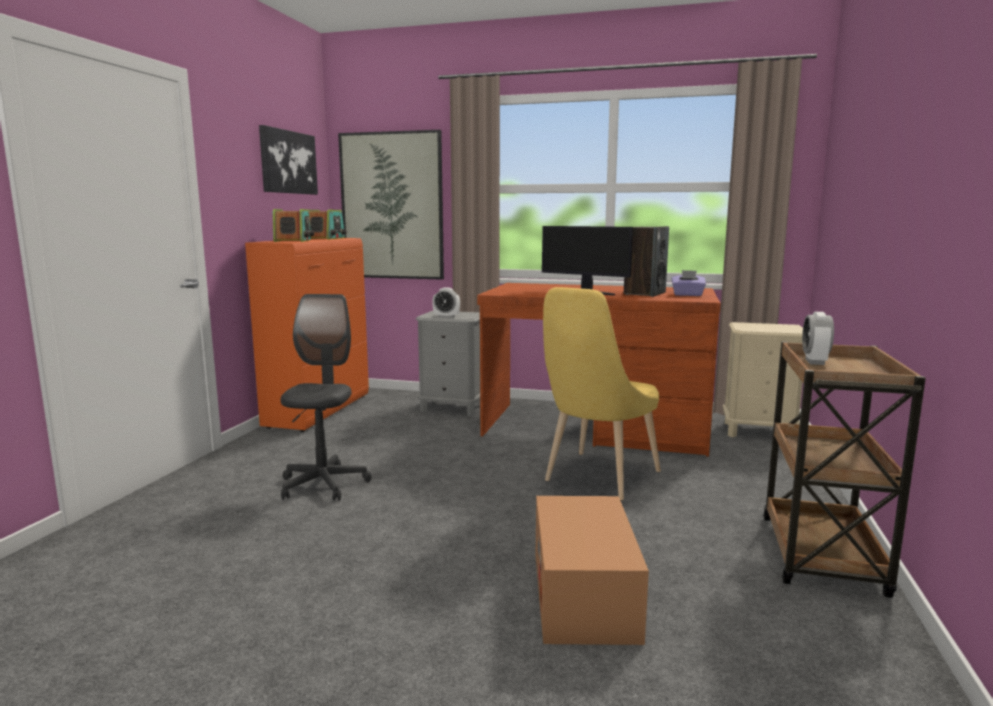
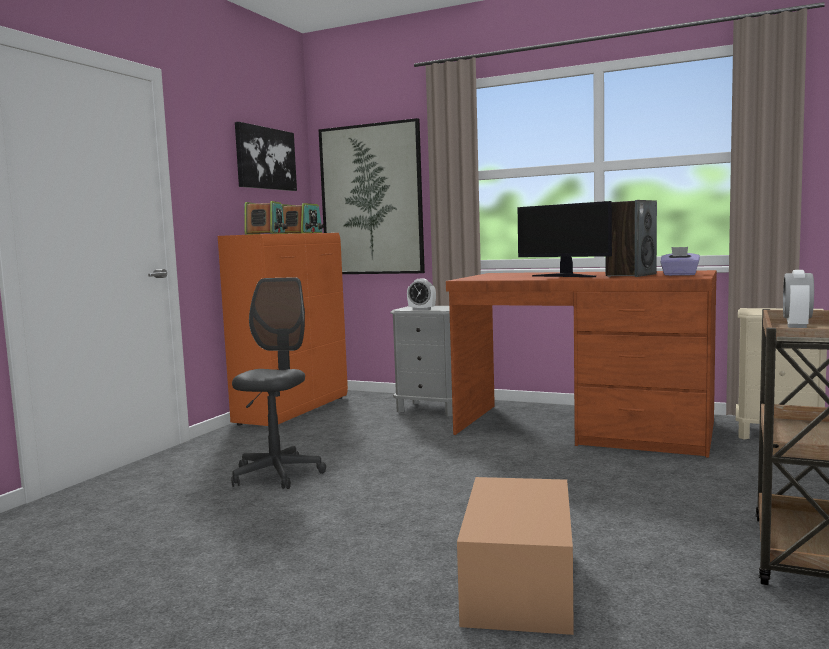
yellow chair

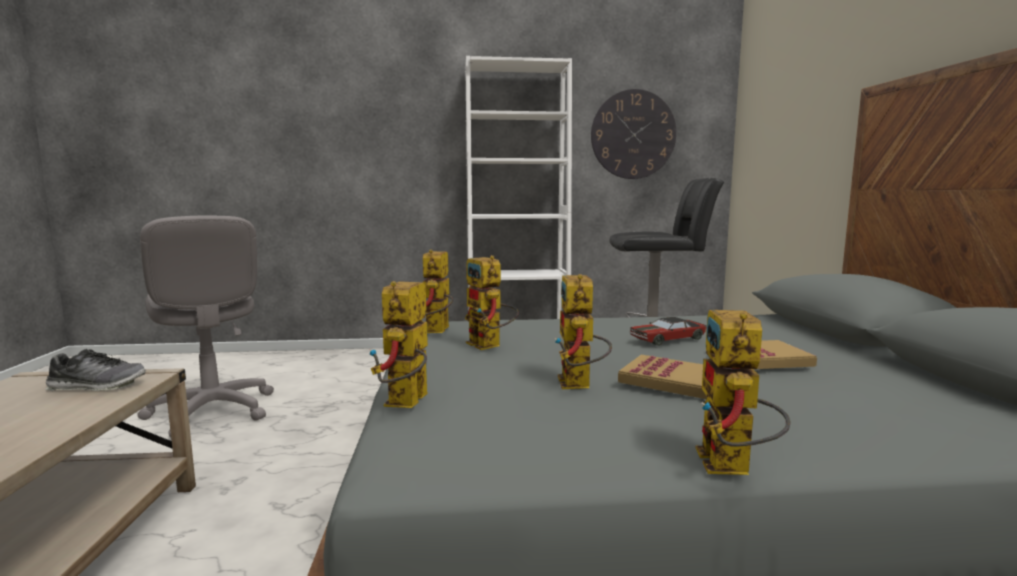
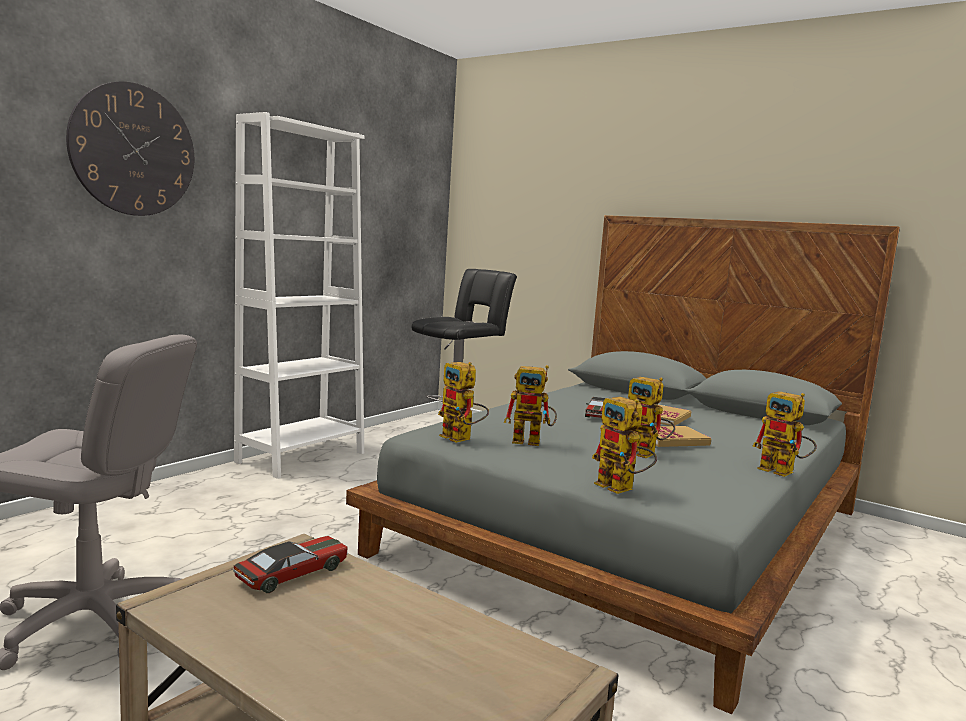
toy car (no. 1 from left)
wall clock

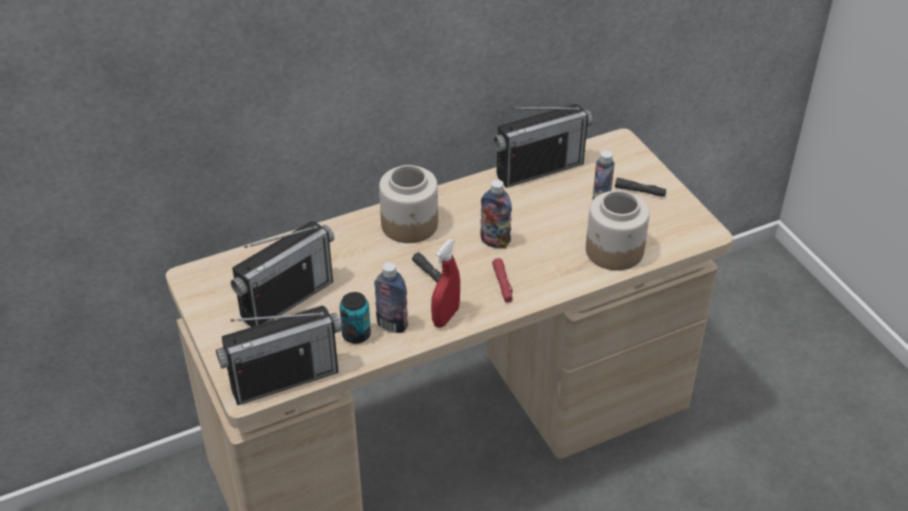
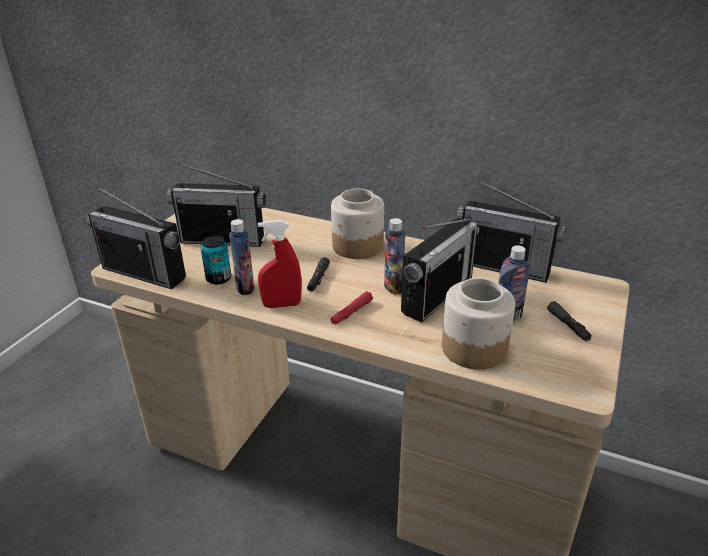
radio (no. 3 from left)

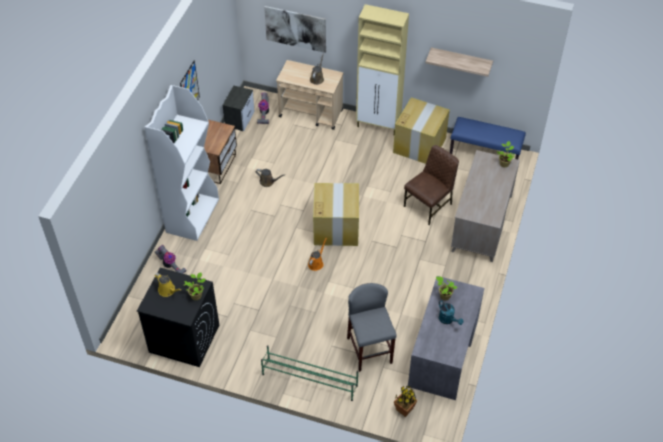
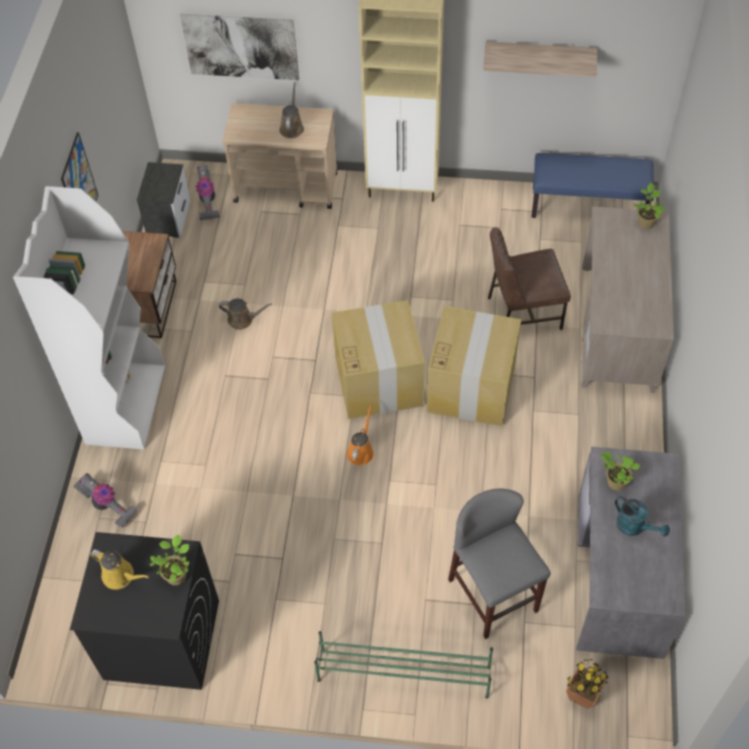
cardboard box (no. 2 from left)
brown chair

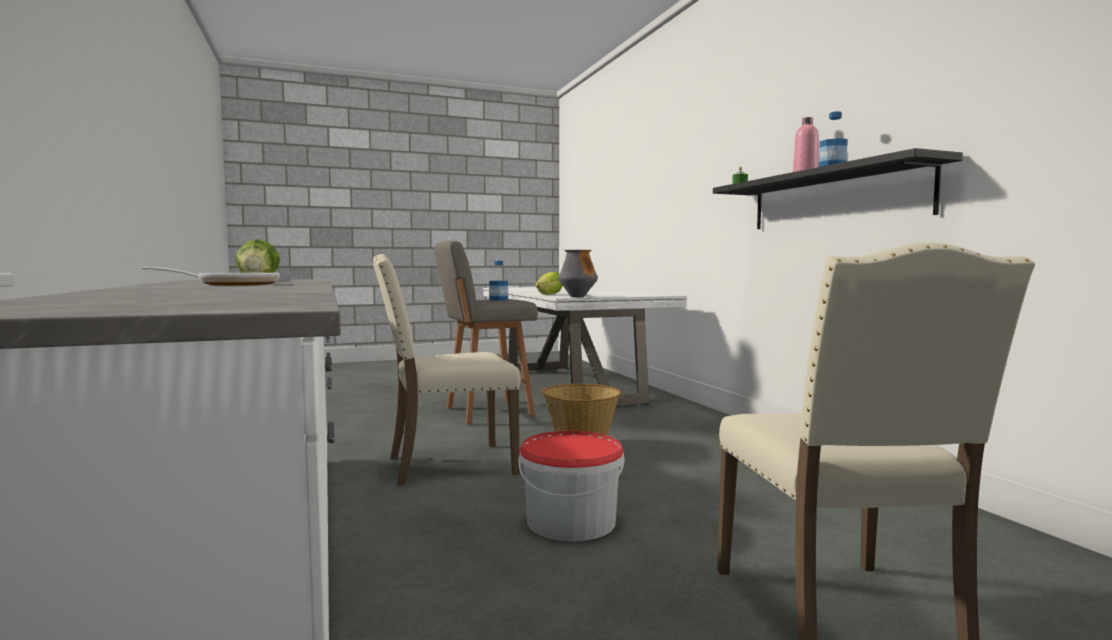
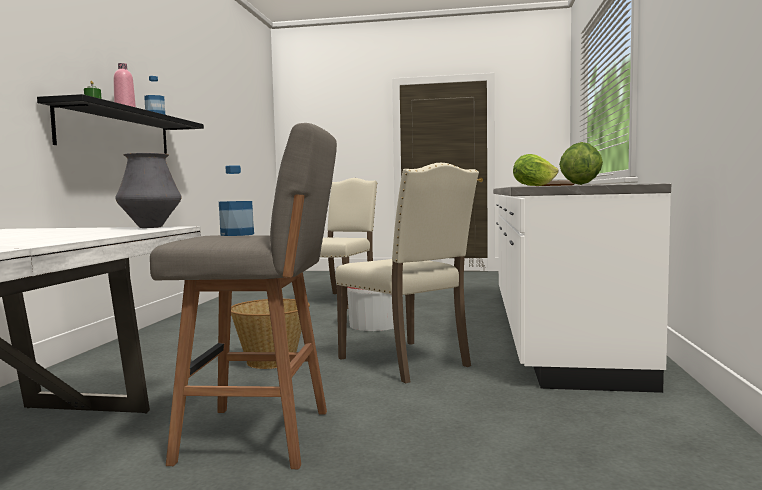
beige chair (no. 2 from left)
lettuce (no. 1 from left)

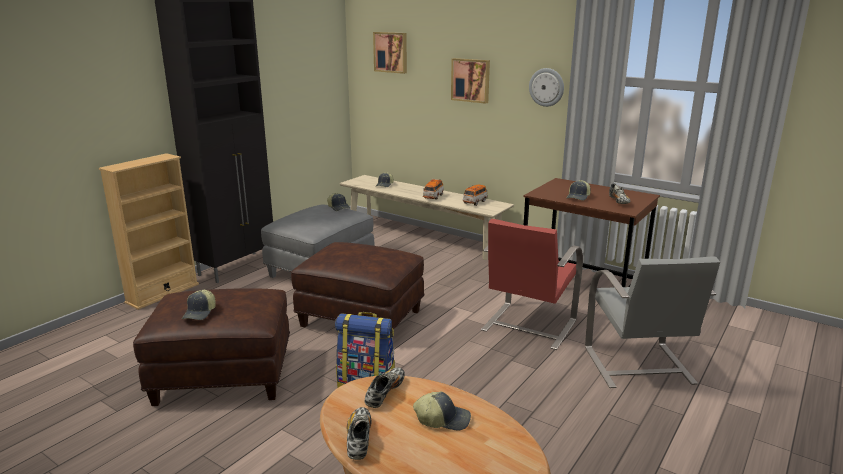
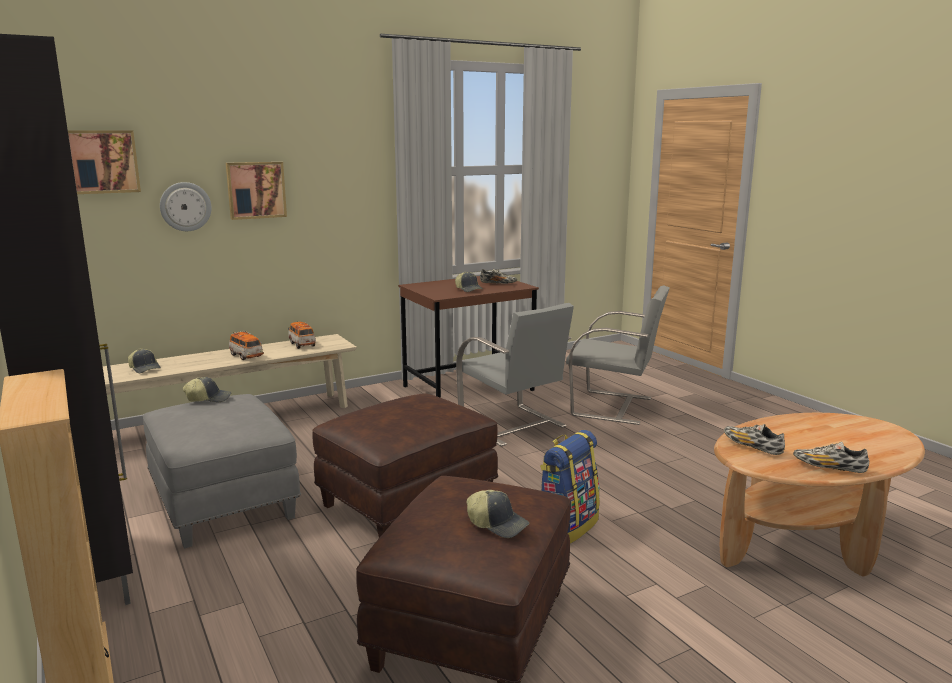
cap (no. 4 from left in the first image)
grey chair (no. 1 from left)
wall clock

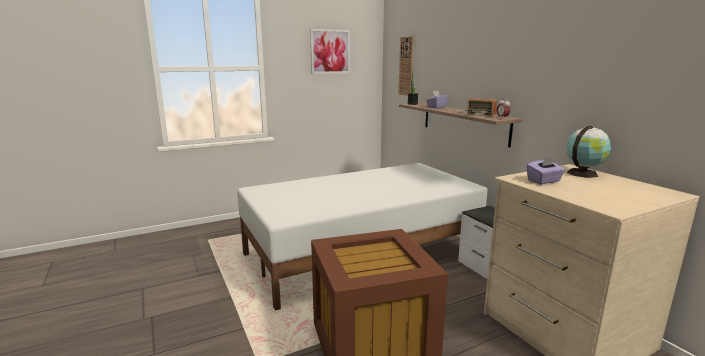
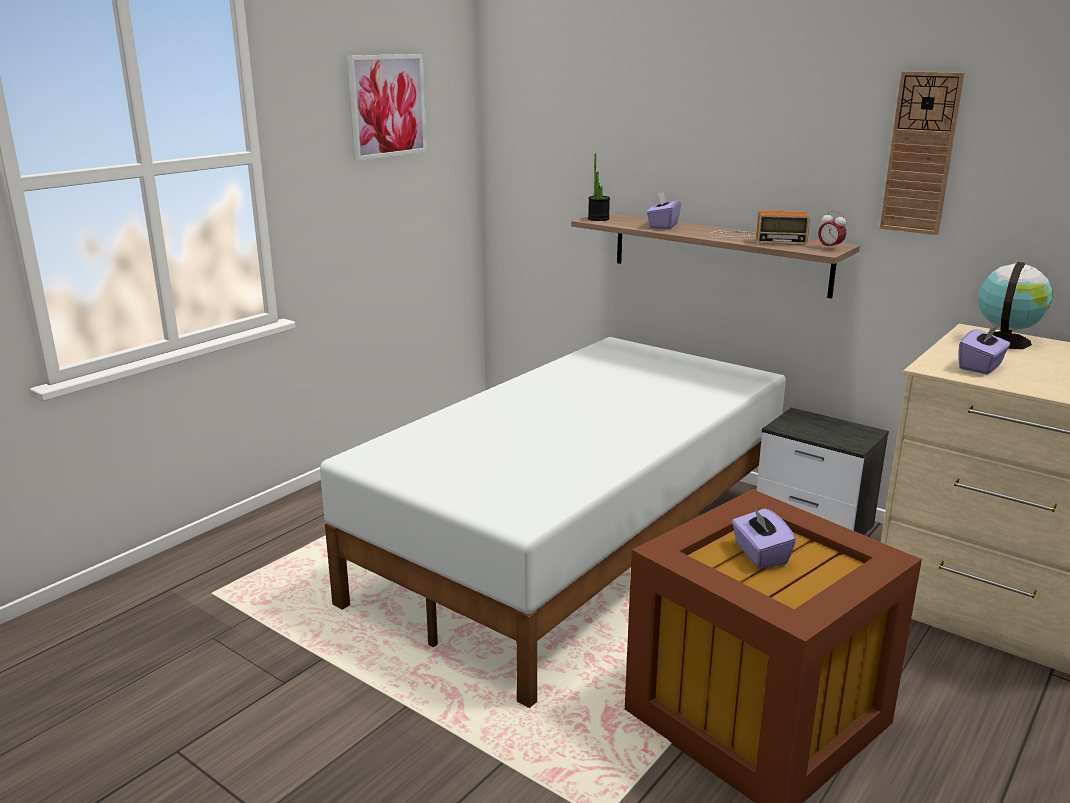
wall clock
purple tissue box (no. 2 from left)

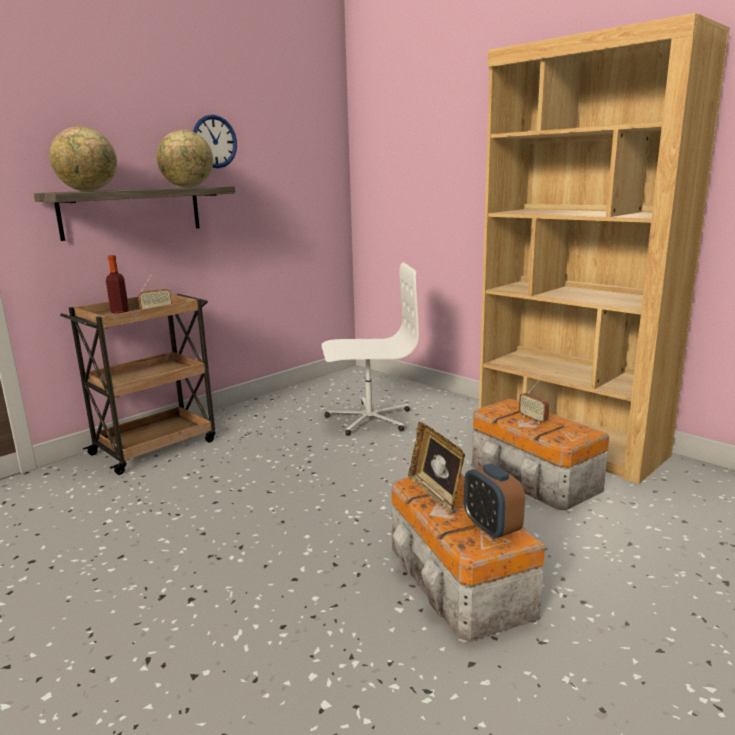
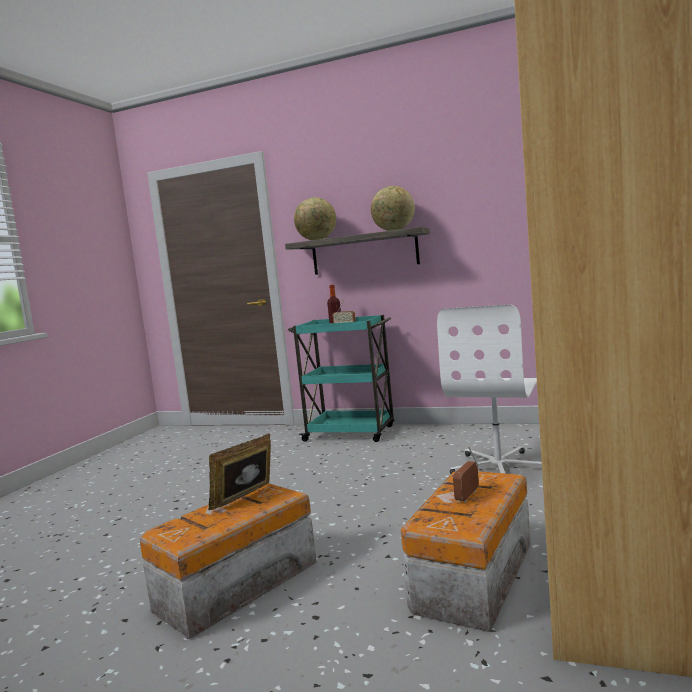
turquoise cart
wall clock
white office chair
alarm clock

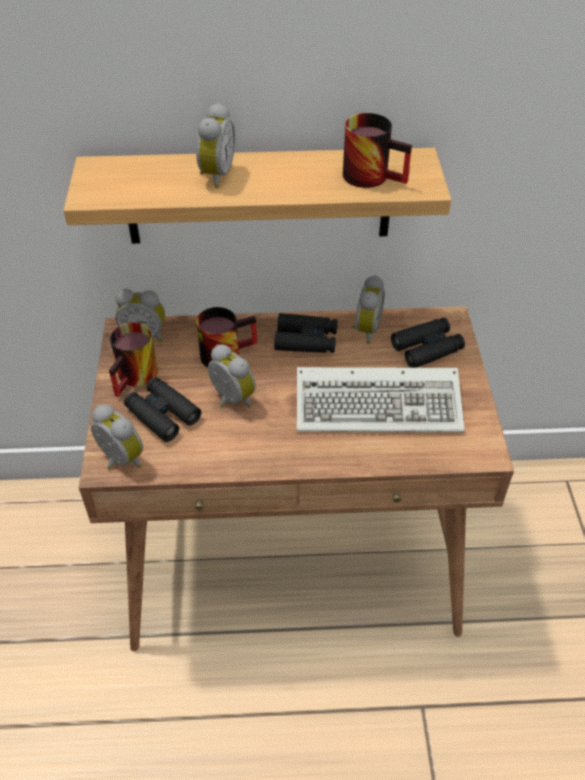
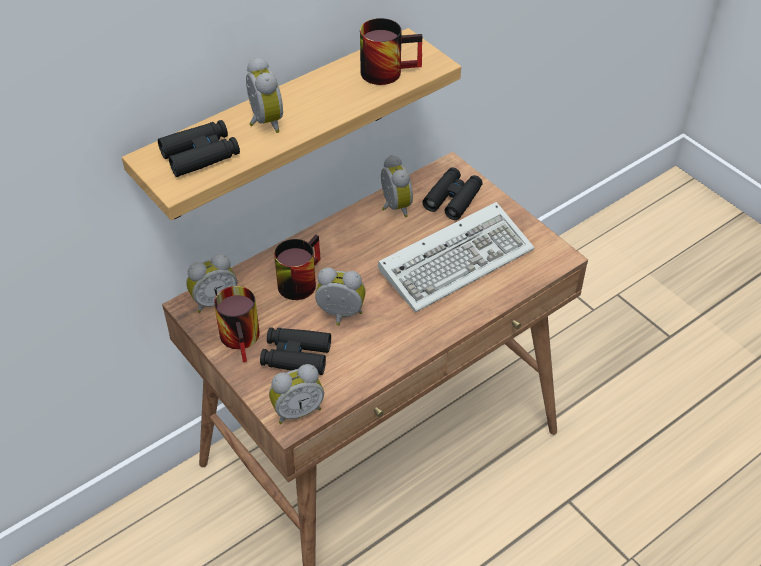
alarm clock (no. 3 from left)
black binoculars (no. 1 from left)

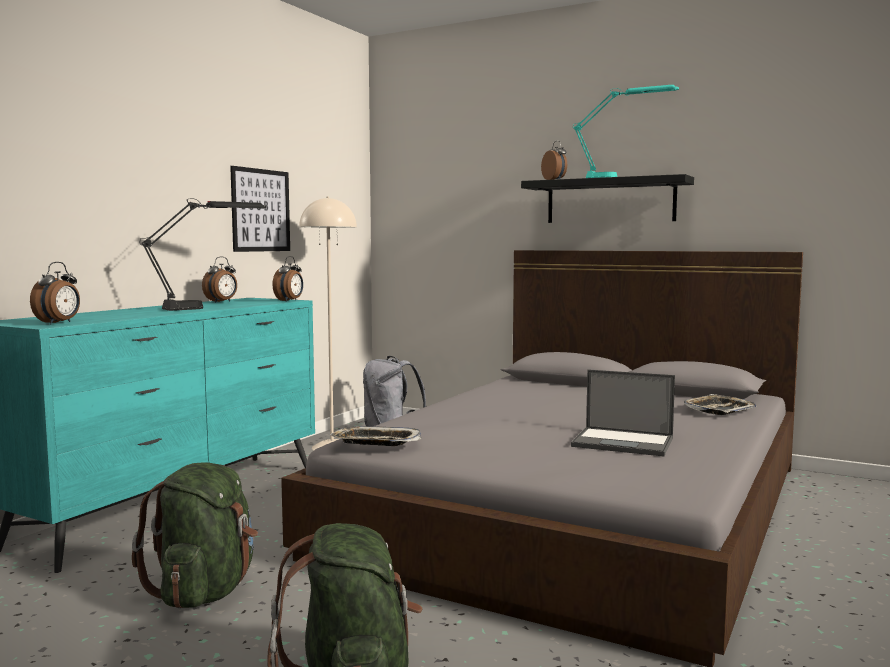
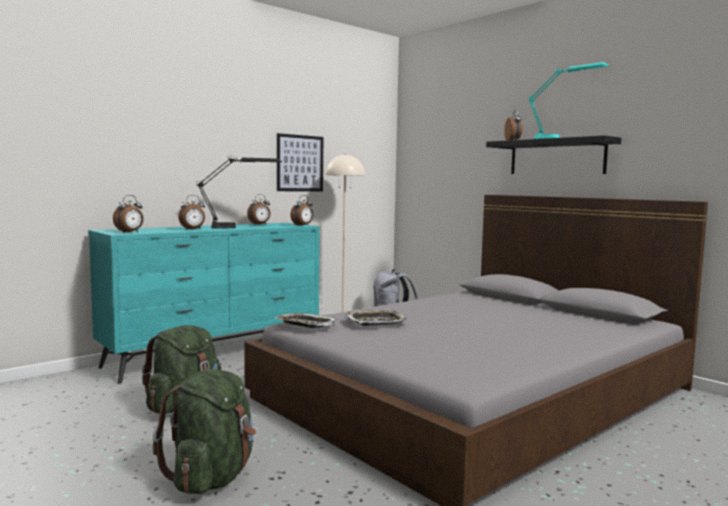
laptop
tray (no. 2 from left)
alarm clock (no. 2 from left)

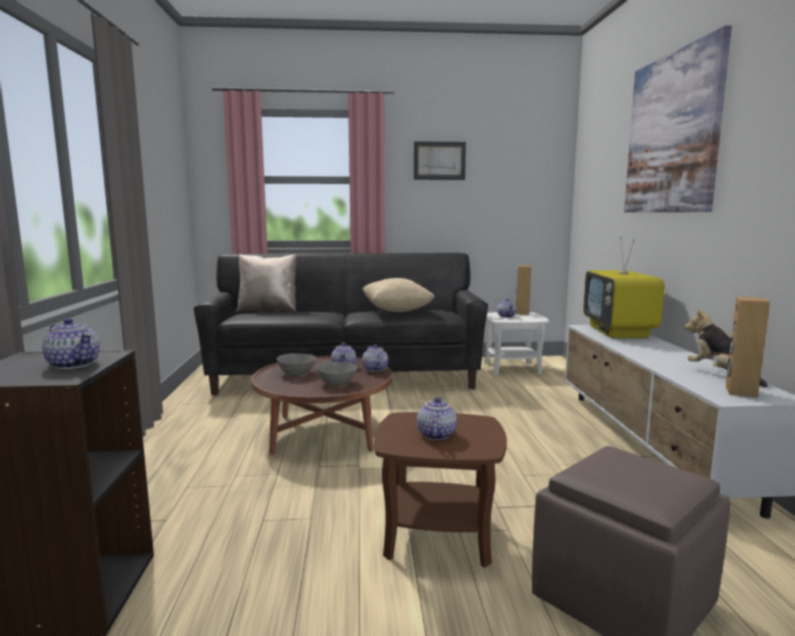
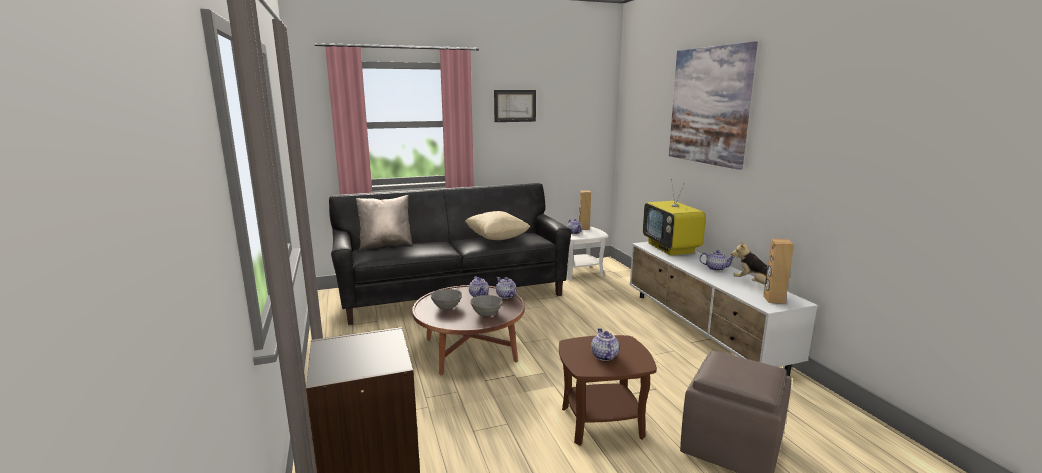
teapot (no. 5 from left)

